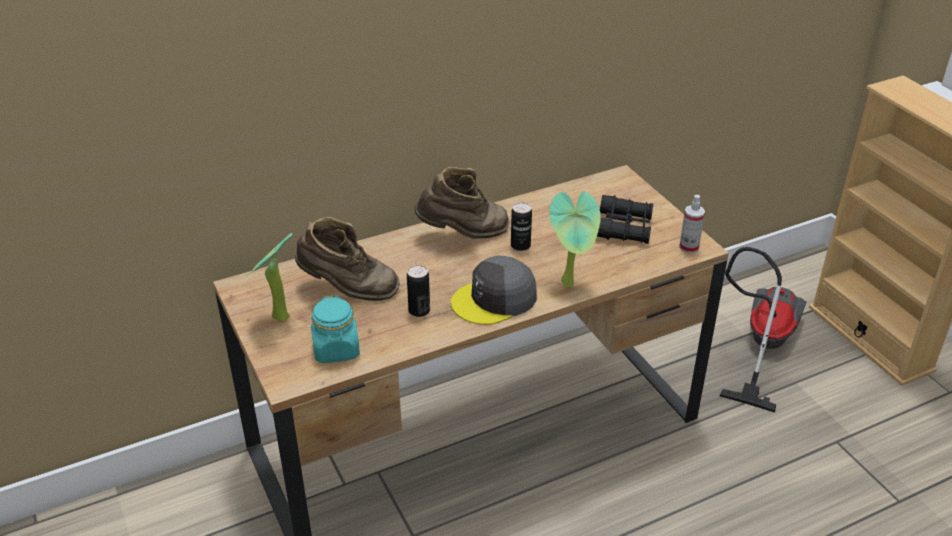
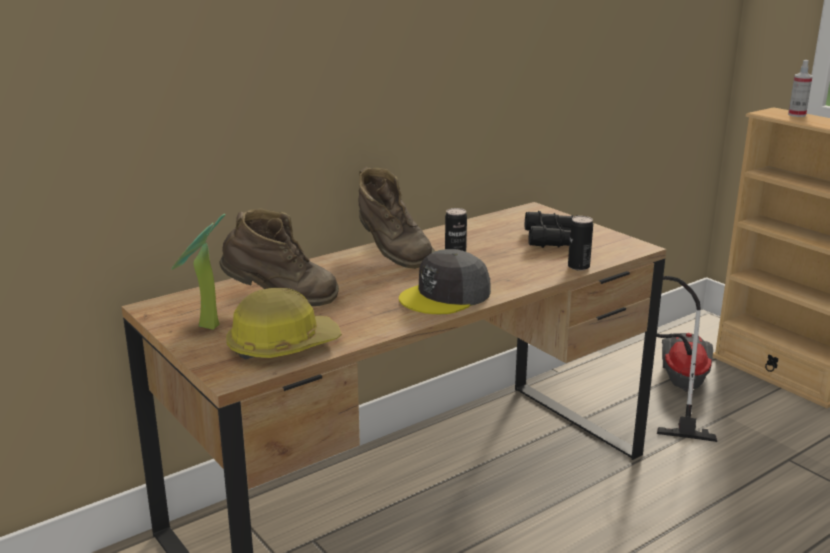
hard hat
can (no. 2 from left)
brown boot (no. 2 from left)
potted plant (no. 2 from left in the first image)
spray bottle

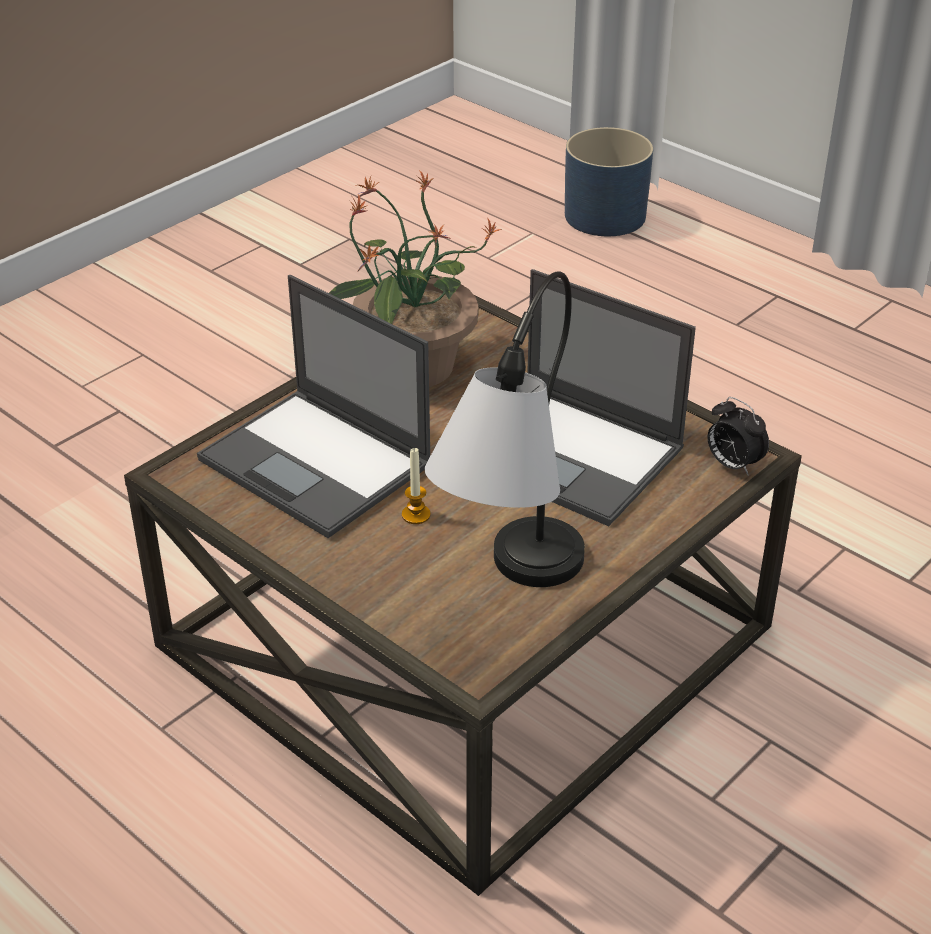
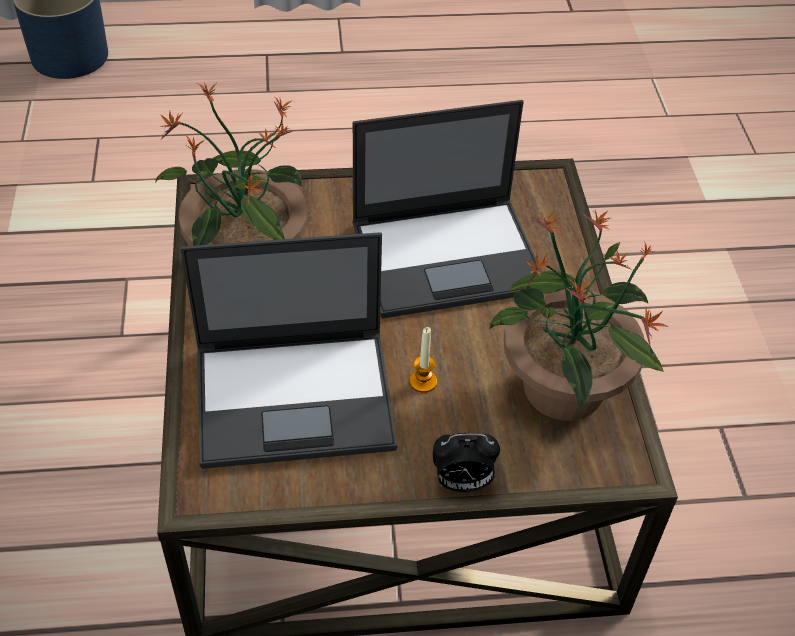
potted plant (no. 2 from left)
alarm clock

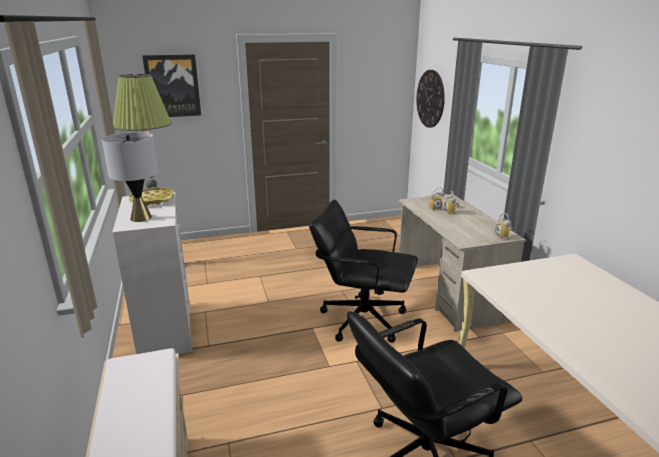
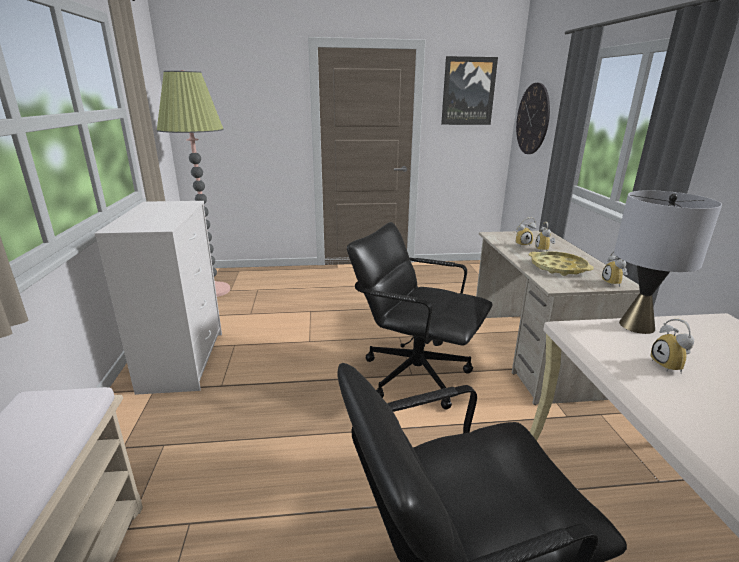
grey table lamp
yellow tray
picture
alarm clock (no. 4 from left)

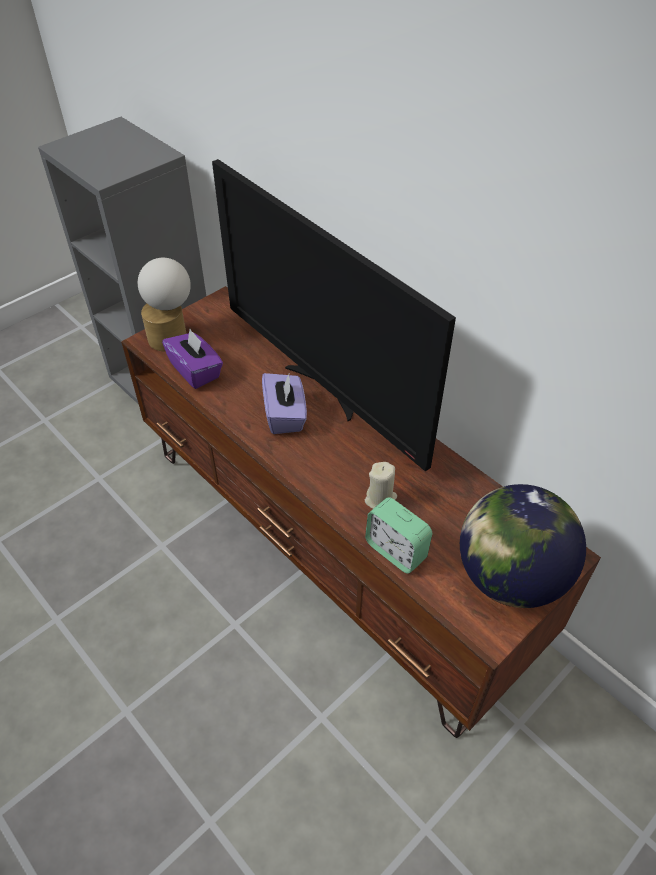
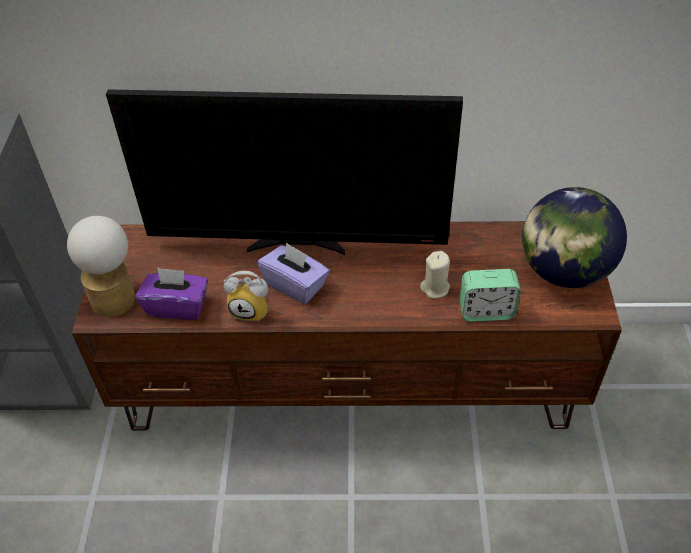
alarm clock (no. 1 from left)

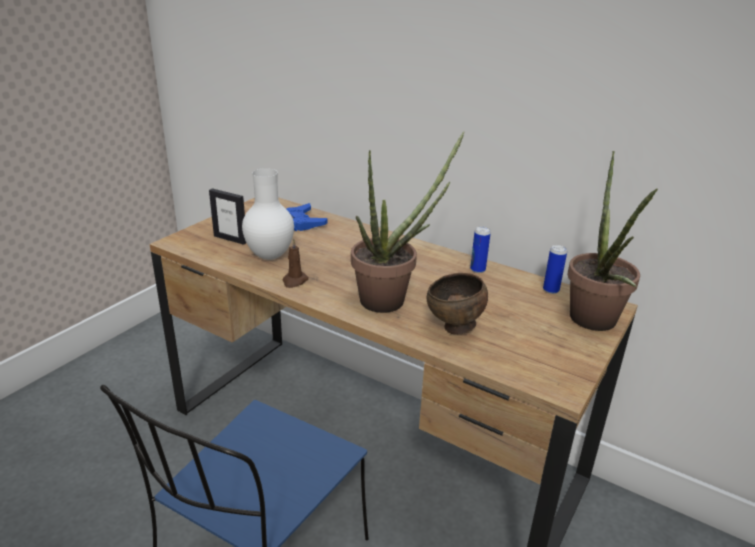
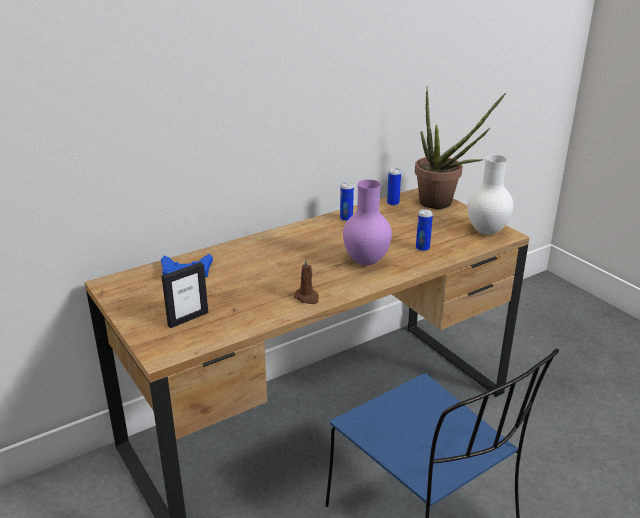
white vase
purple vase
can (no. 3 from left)

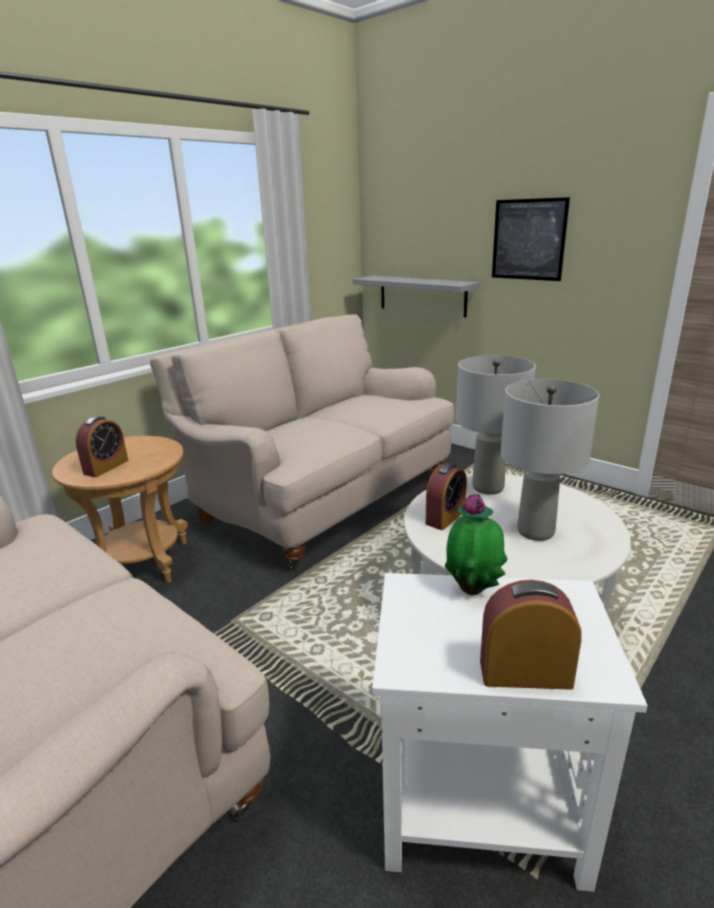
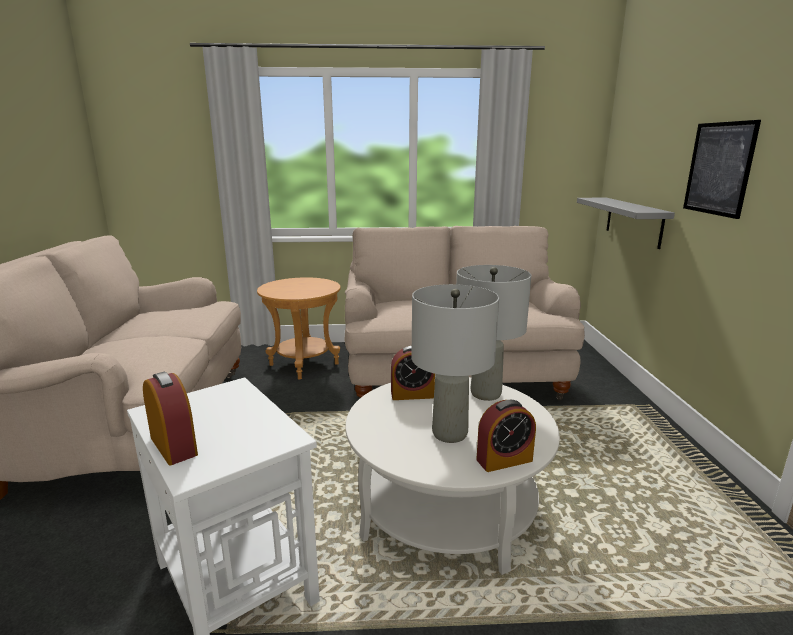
alarm clock (no. 3 from left)
potted plant

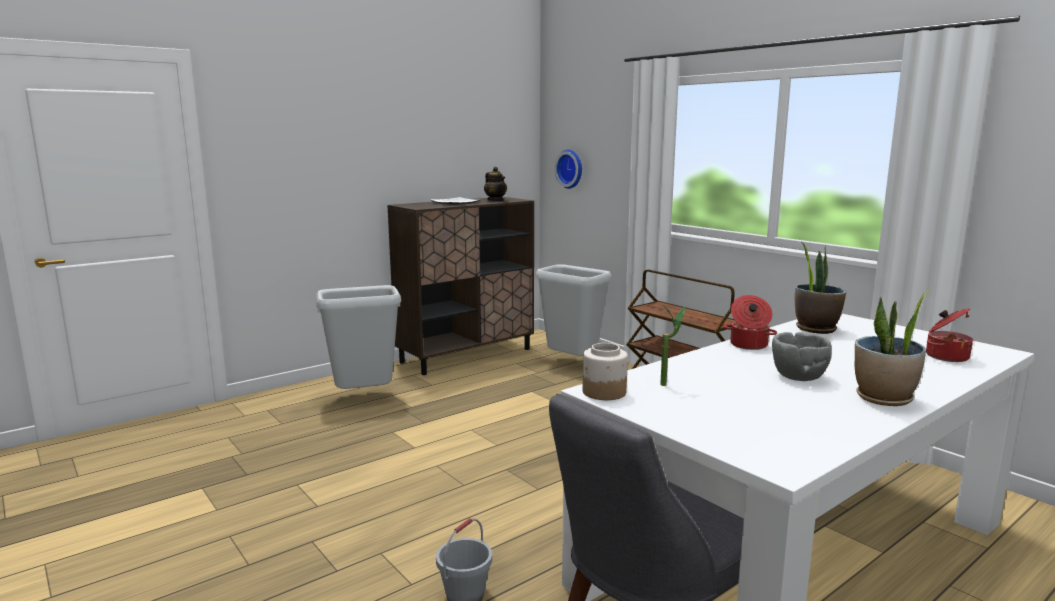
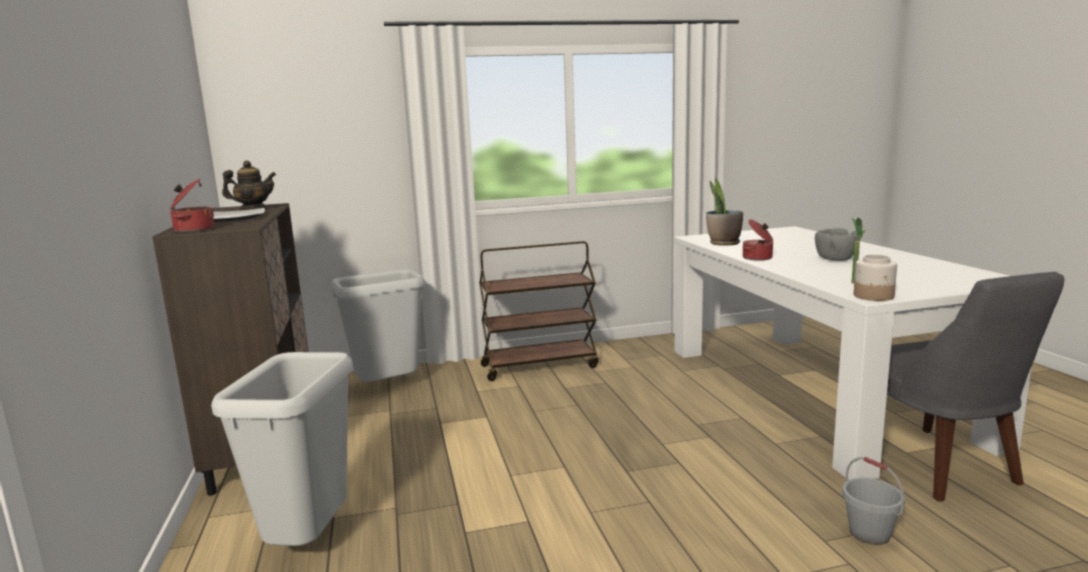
wall clock
potted plant (no. 3 from left in the first image)
cooking pot (no. 1 from left)

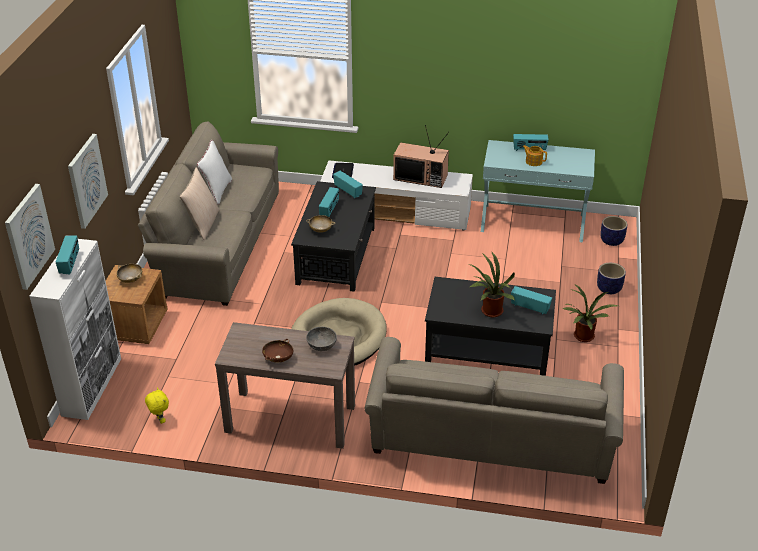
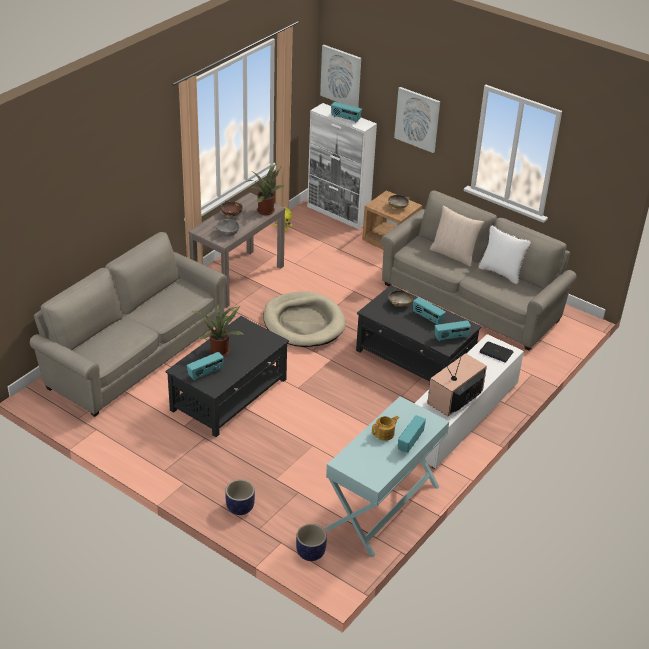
potted plant (no. 2 from left)

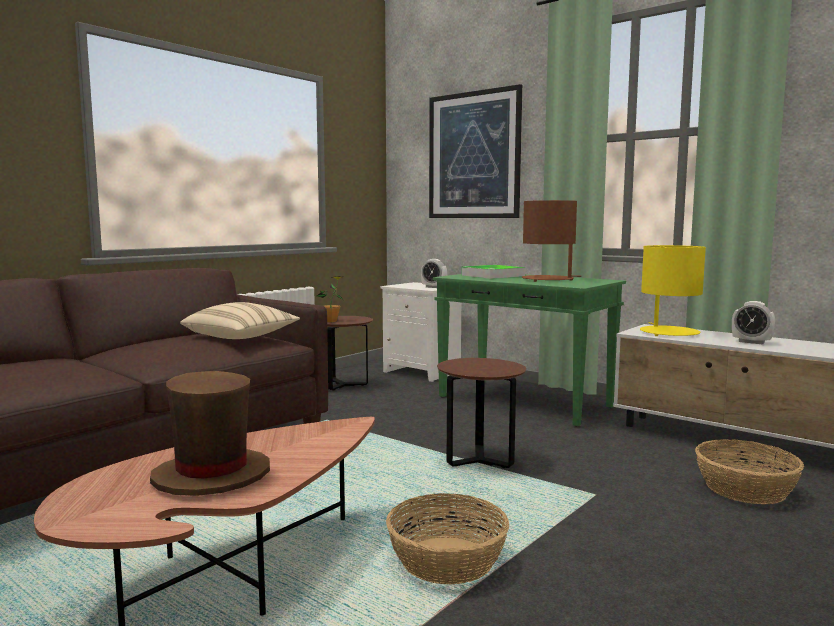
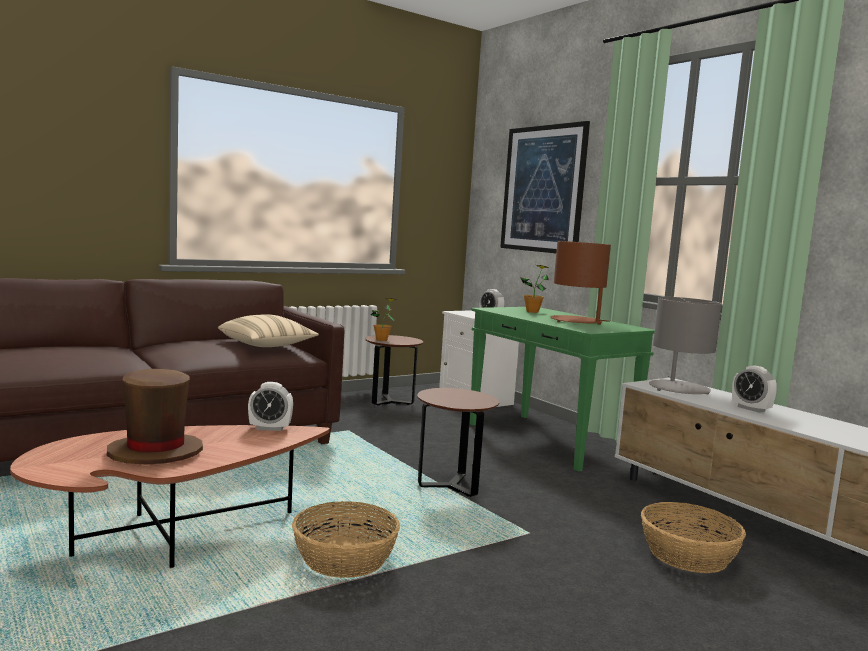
potted plant (no. 2 from left)
grey table lamp
alarm clock (no. 1 from left)

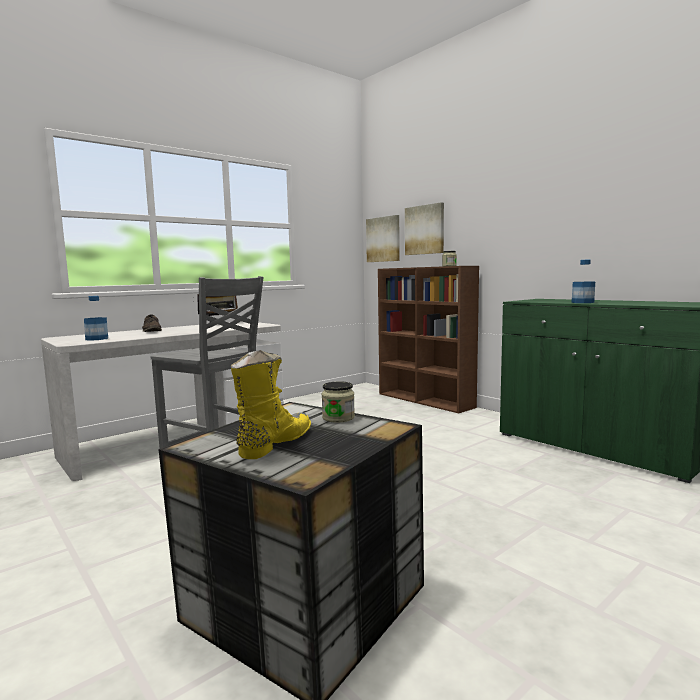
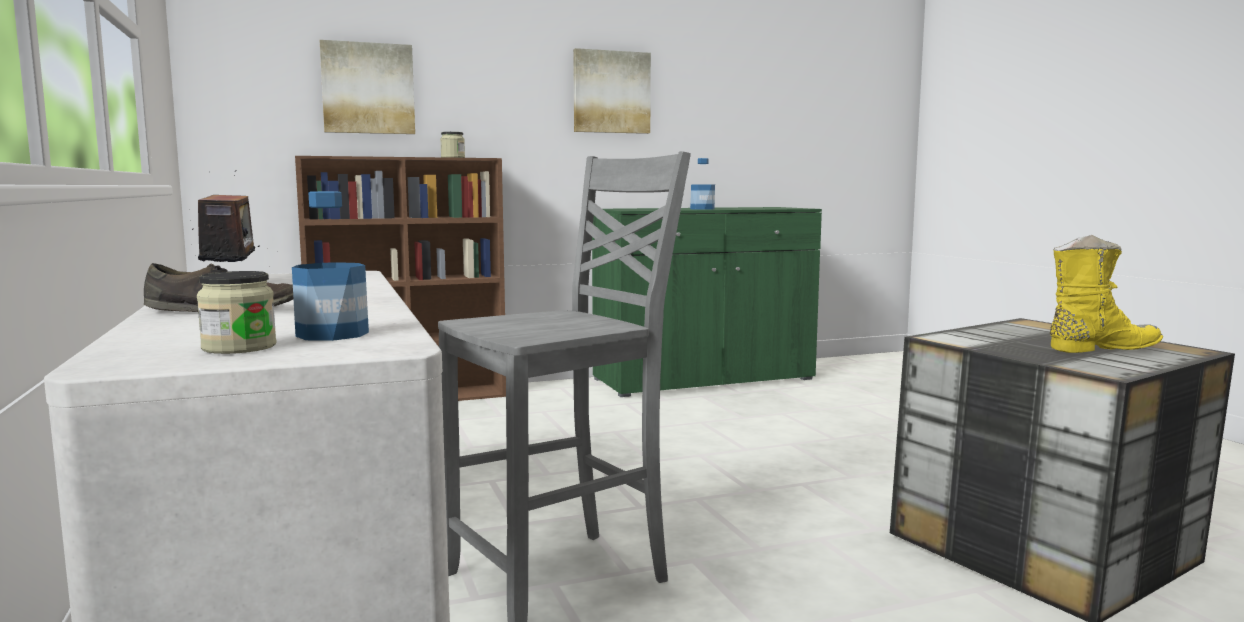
yellow boot
jar (no. 1 from left)
picture (no. 2 from left)

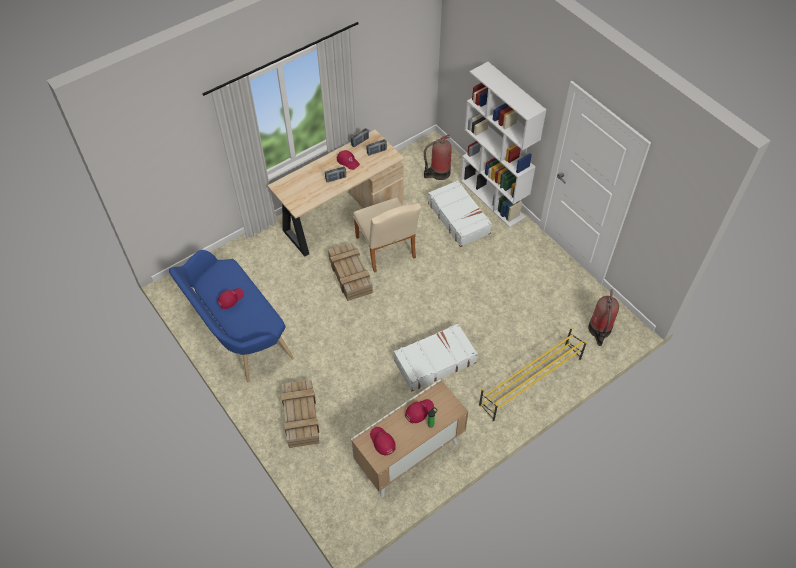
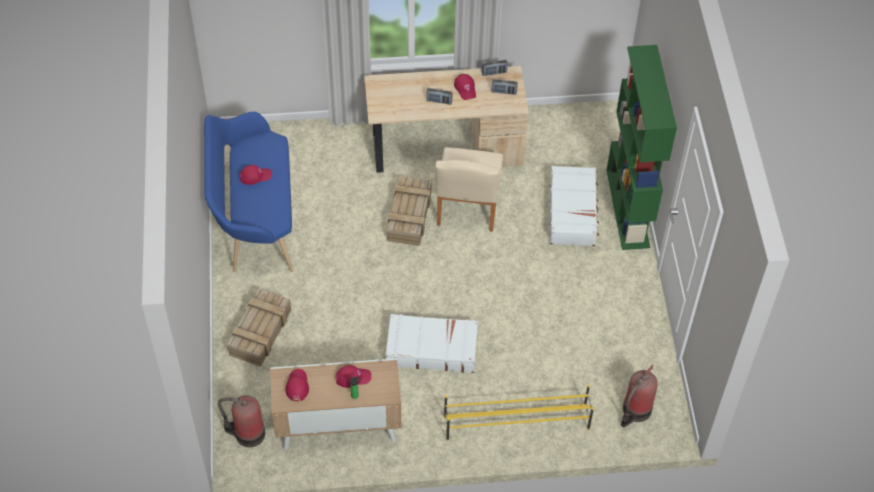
fire extinguisher (no. 1 from left)
green bookcase

